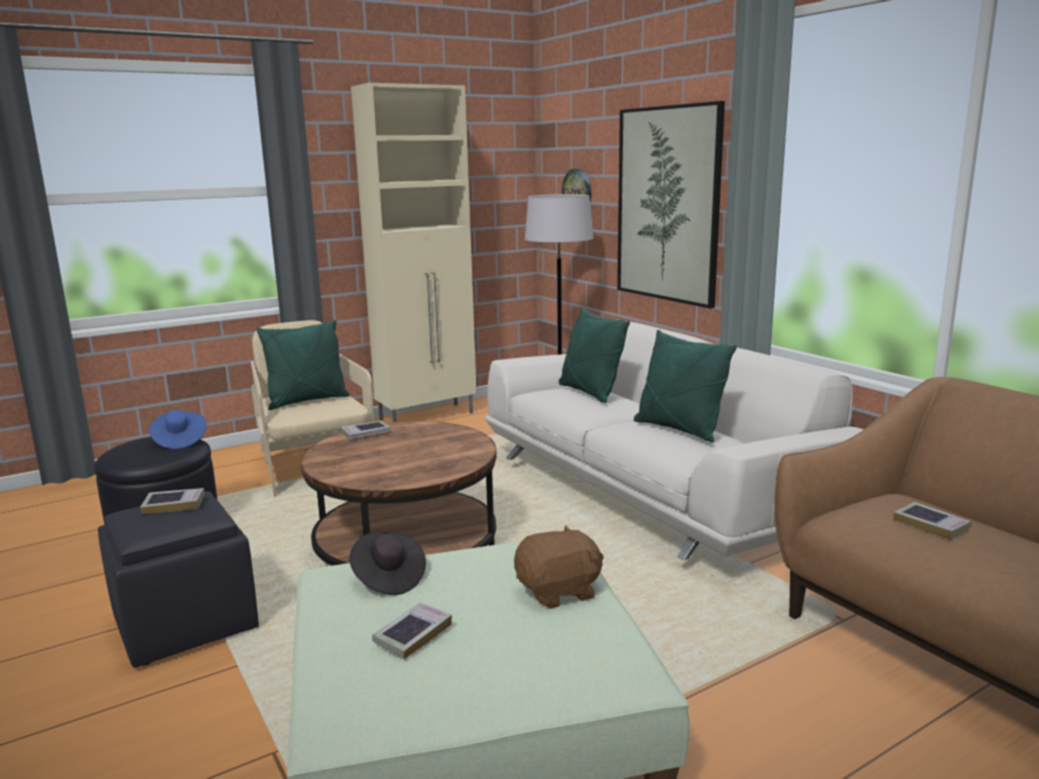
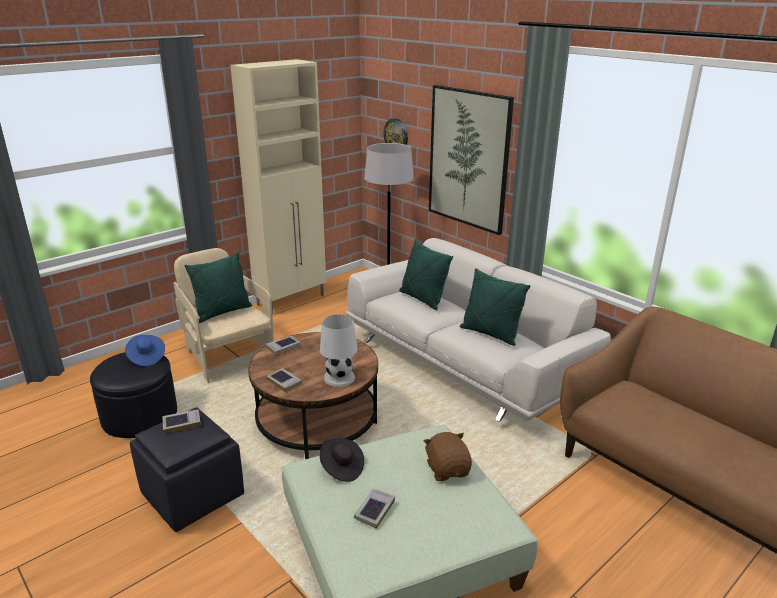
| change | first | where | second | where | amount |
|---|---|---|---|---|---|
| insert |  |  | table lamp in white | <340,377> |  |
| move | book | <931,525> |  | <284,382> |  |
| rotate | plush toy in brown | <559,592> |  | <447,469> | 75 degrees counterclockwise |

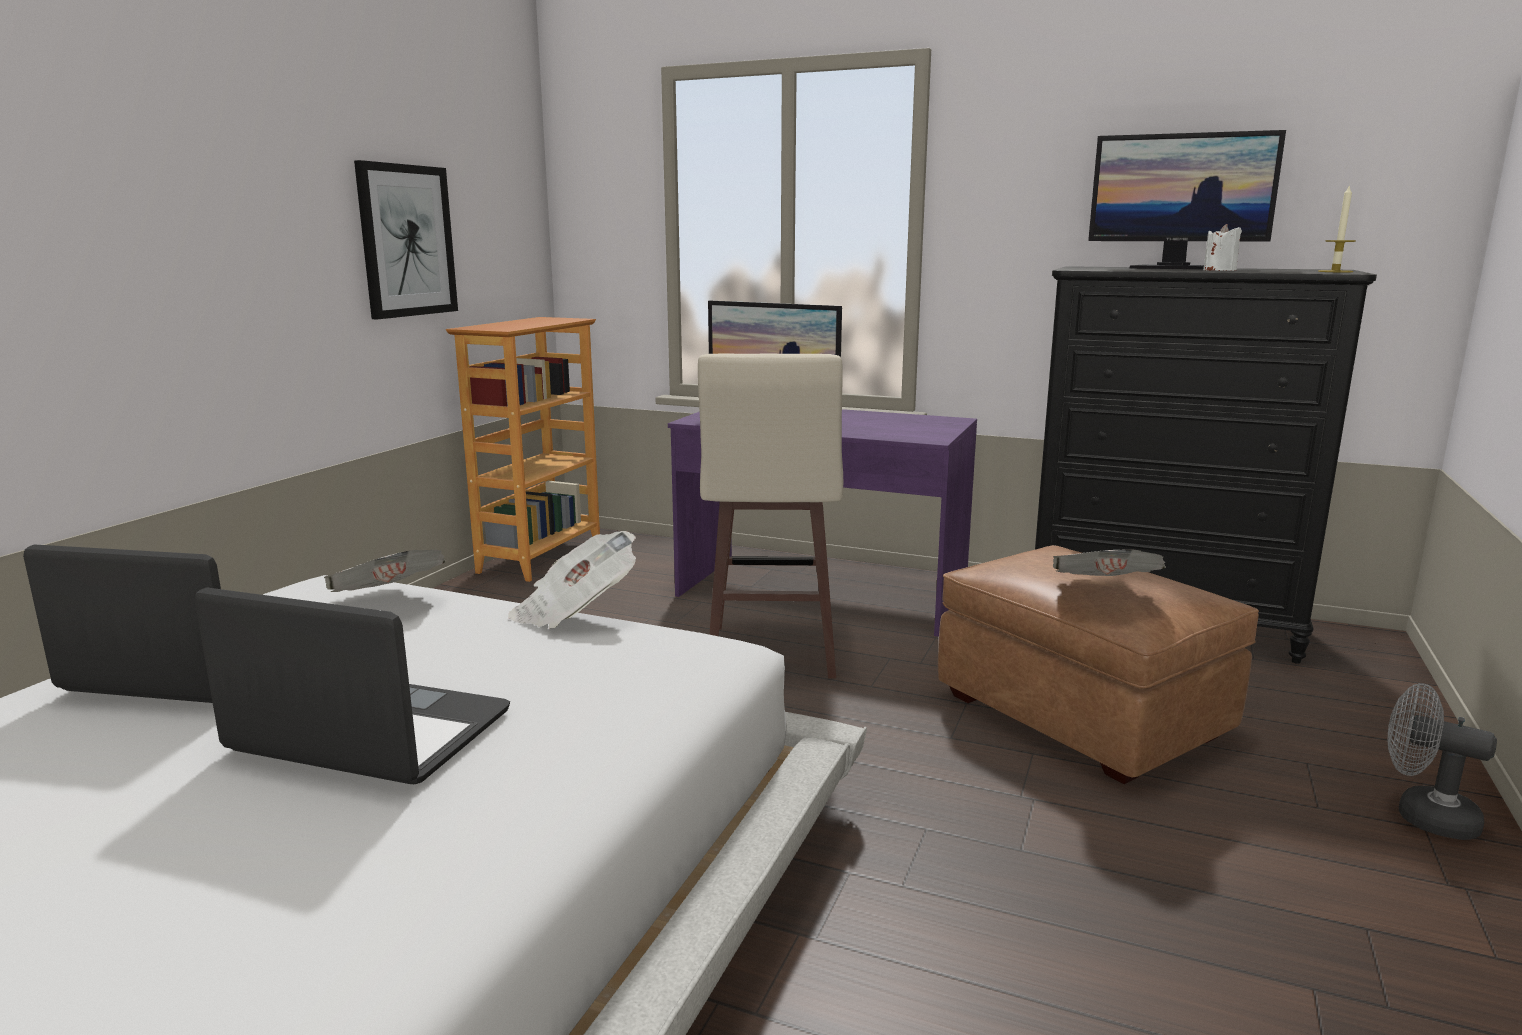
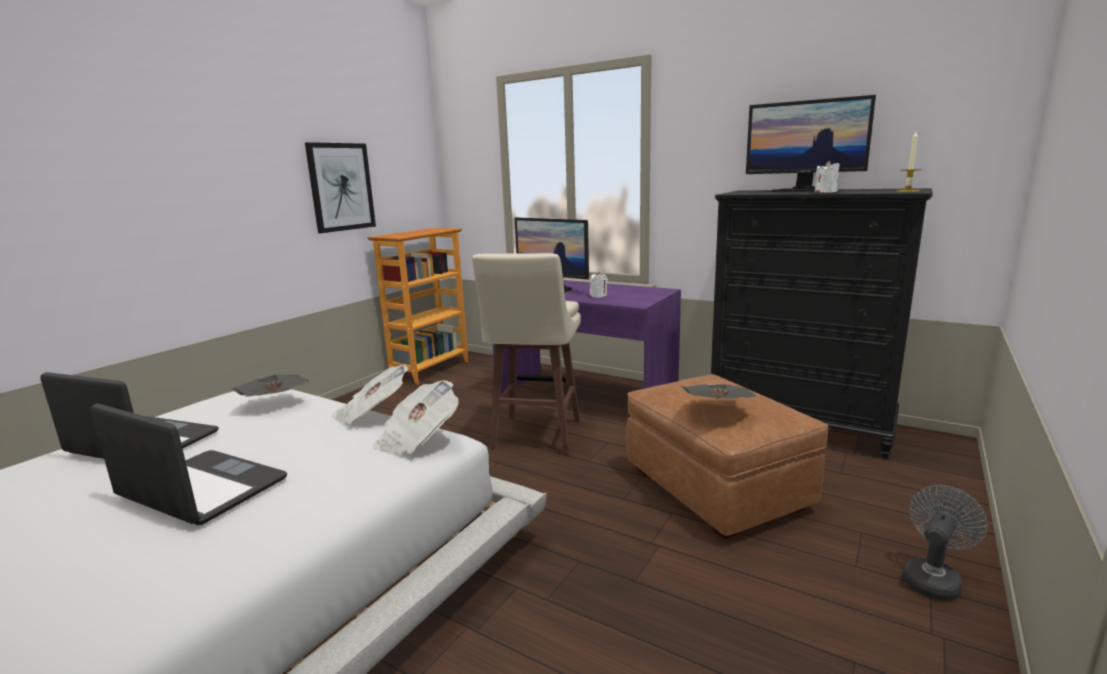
| change | first | where | second | where | amount |
|---|---|---|---|---|---|
| insert |  |  | newspaper | <417,438> |  |
| insert |  |  | candle in white | <598,296> |  |
| rotate | fan in grey | <1423,816> |  | <932,579> | 90 degrees clockwise |

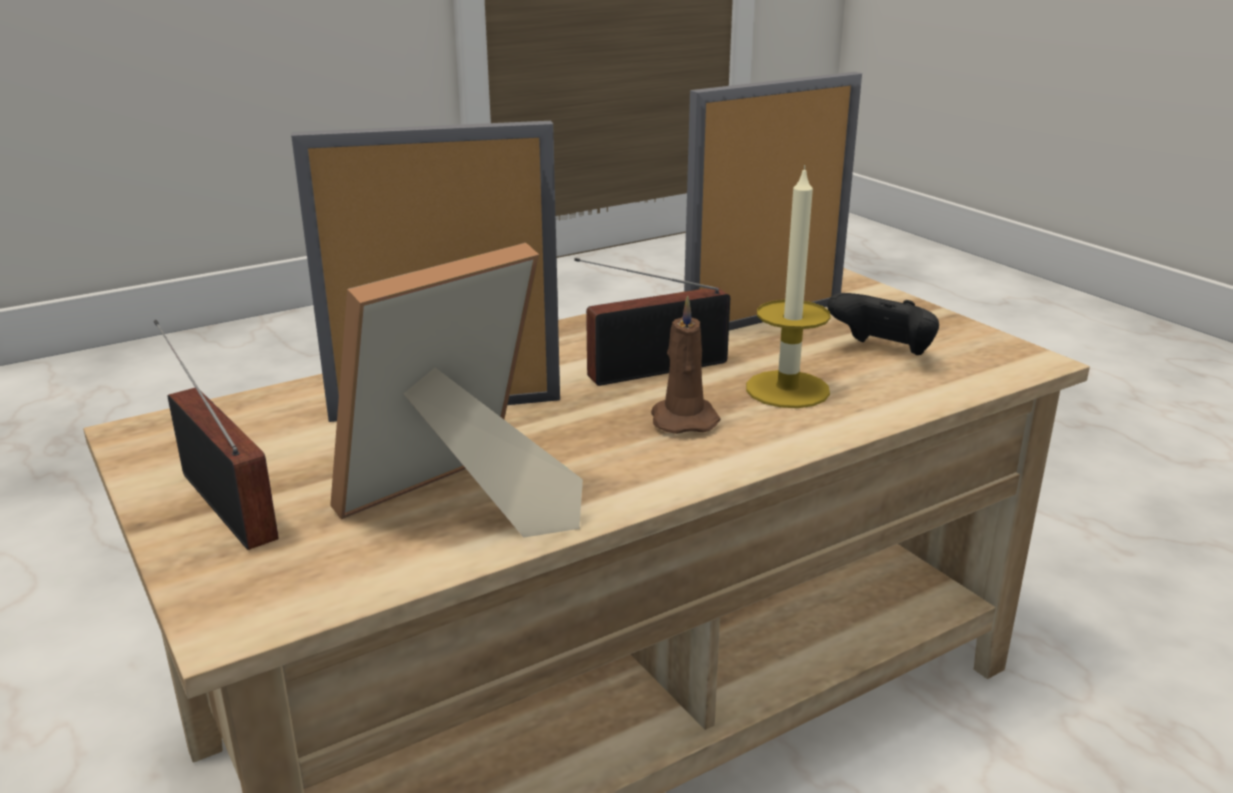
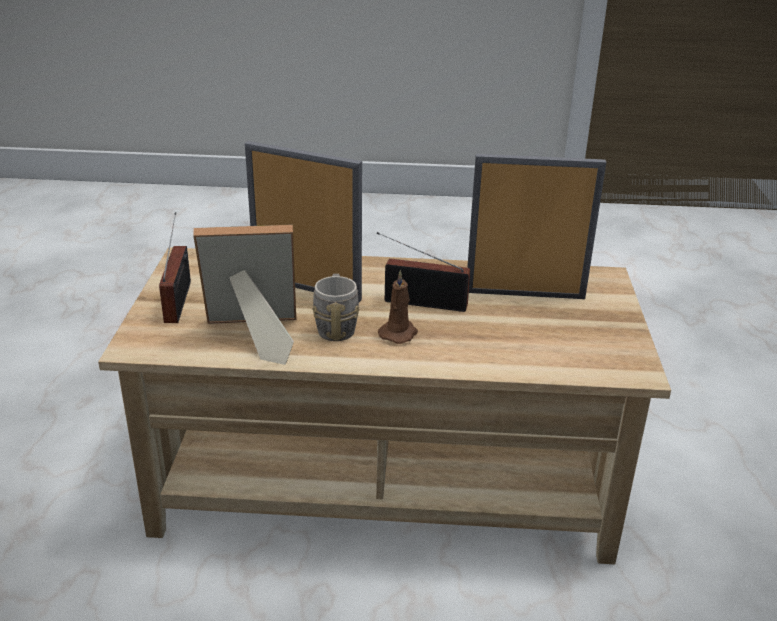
| change | first | where | second | where | amount |
|---|---|---|---|---|---|
| delete | candle | <787,389> |  |  |  |
| delete | game controller in black | <883,353> |  |  |  |
| insert |  |  | mug in grey | <336,326> |  |

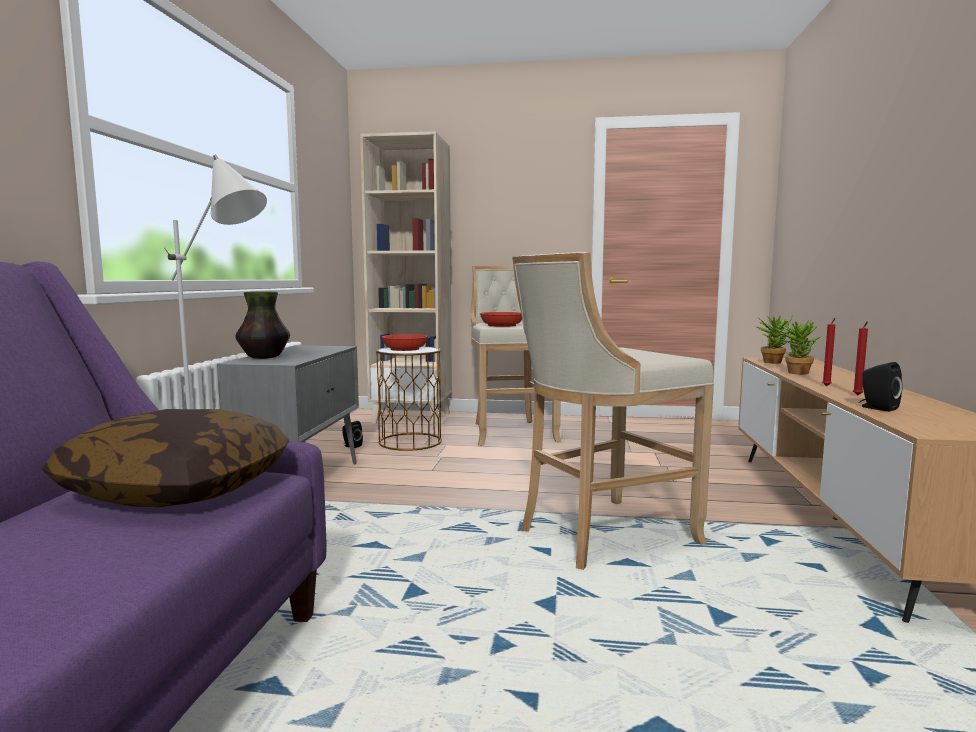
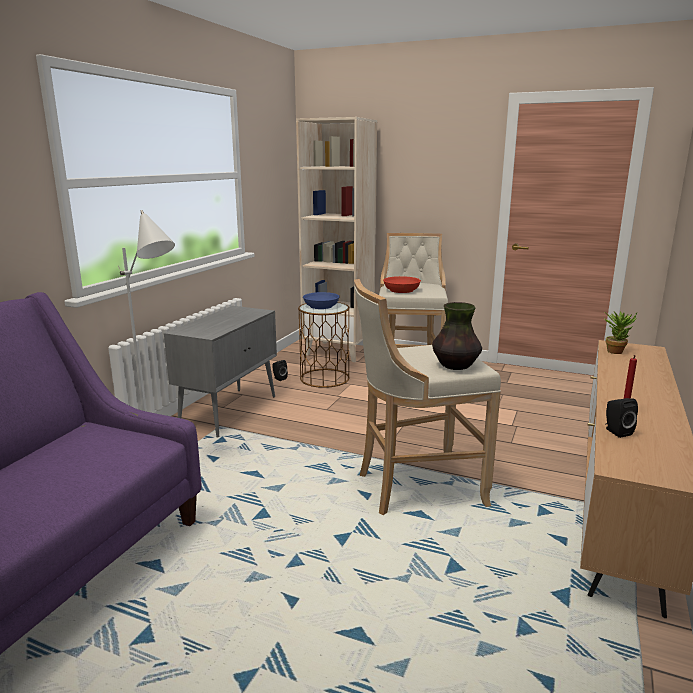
| change | first | where | second | where | amount |
|---|---|---|---|---|---|
| delete | pillow | <178,490> |  |  |  |
| delete | potted plant | <795,372> |  |  |  |
| delete | candle in red | <826,386> |  |  |  |
| move | vase | <264,357> |  | <455,366> |  |
| recolor | bowl in red | <404,349> | bowl in blue | <321,306> |  |

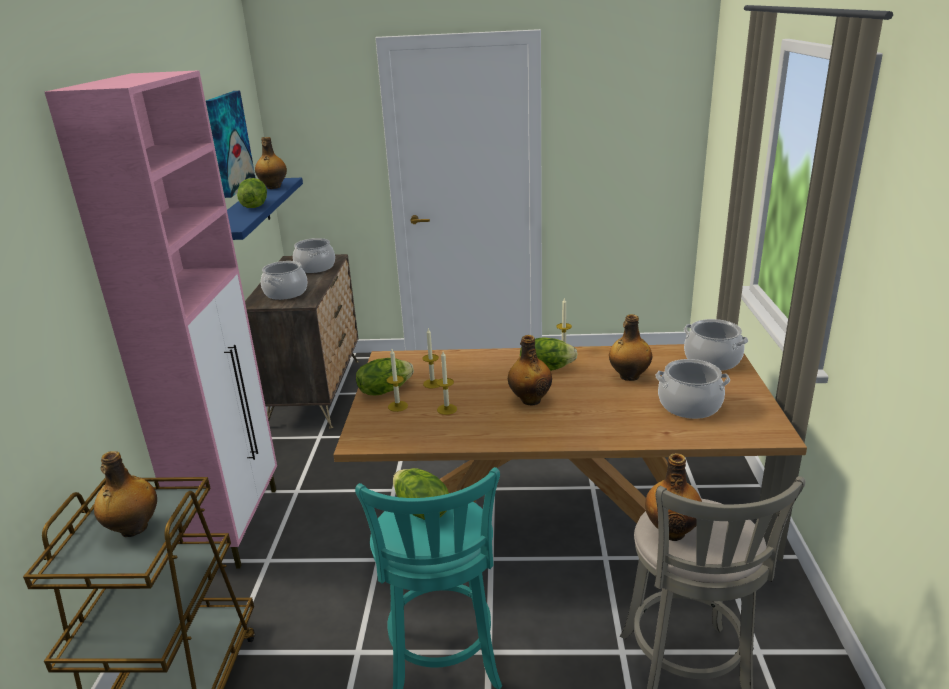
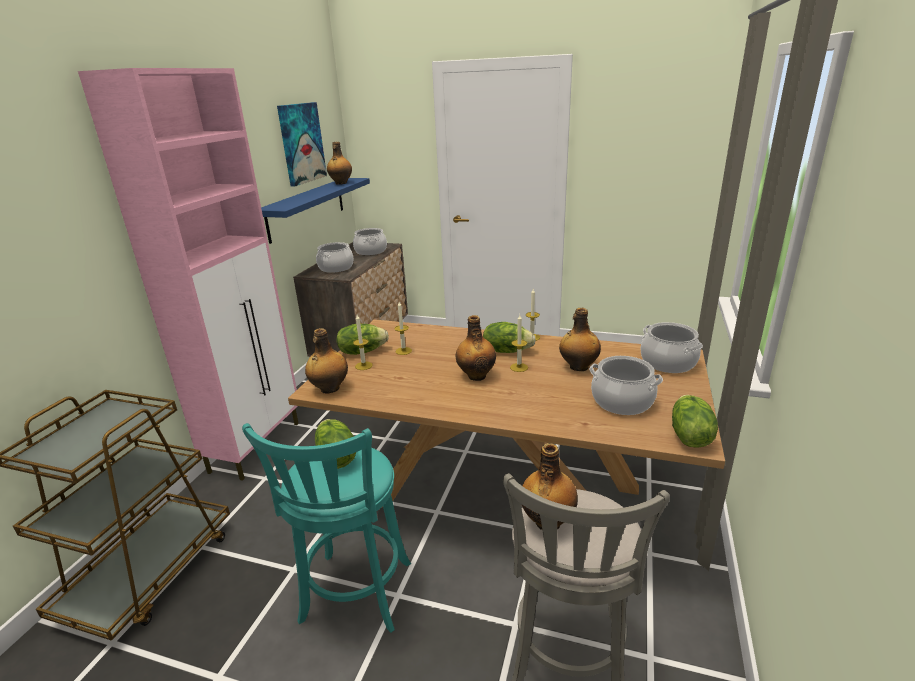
| change | first | where | second | where | amount |
|---|---|---|---|---|---|
| move | bottle | <133,529> |  | <329,389> |  |
| move | lettuce | <254,206> |  | <688,436> |  |
| move | candle | <447,409> |  | <519,367> |  |

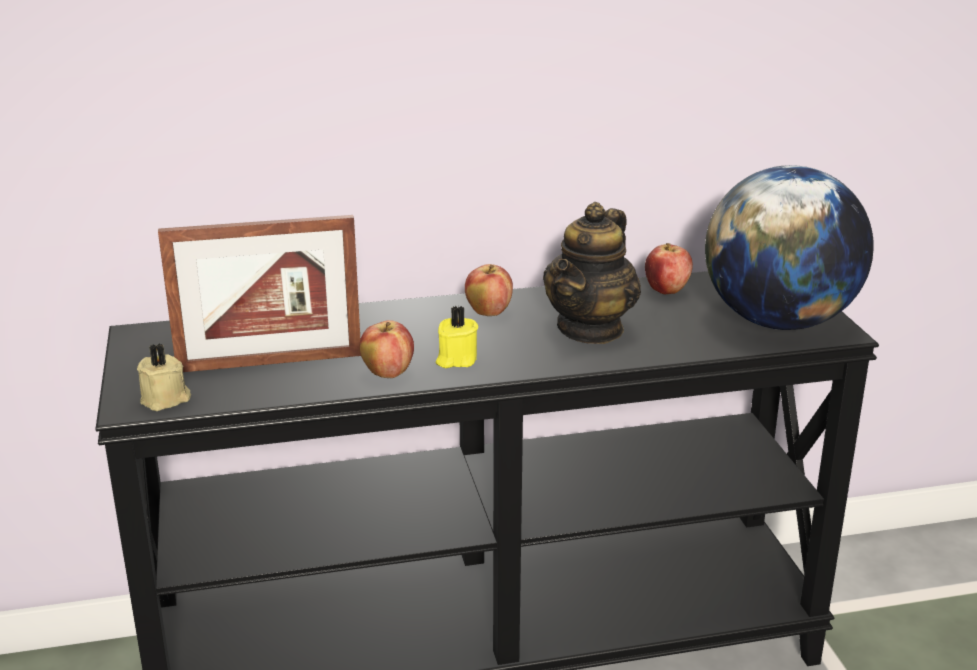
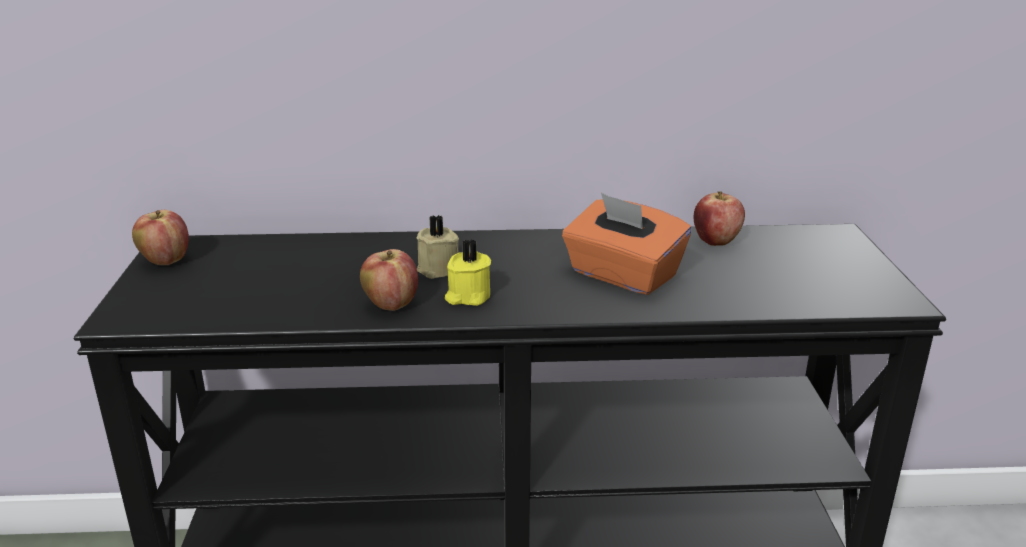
| change | first | where | second | where | amount |
|---|---|---|---|---|---|
| delete | picture frame | <270,362> |  |  |  |
| delete | globe | <779,322> |  |  |  |
| move | candle in beige | <166,400> |  | <440,269> |  |
| move | apple | <488,312> |  | <166,261> |  |
| replace | teapot | <591,329> | tissue box in orange | <622,275> |  |

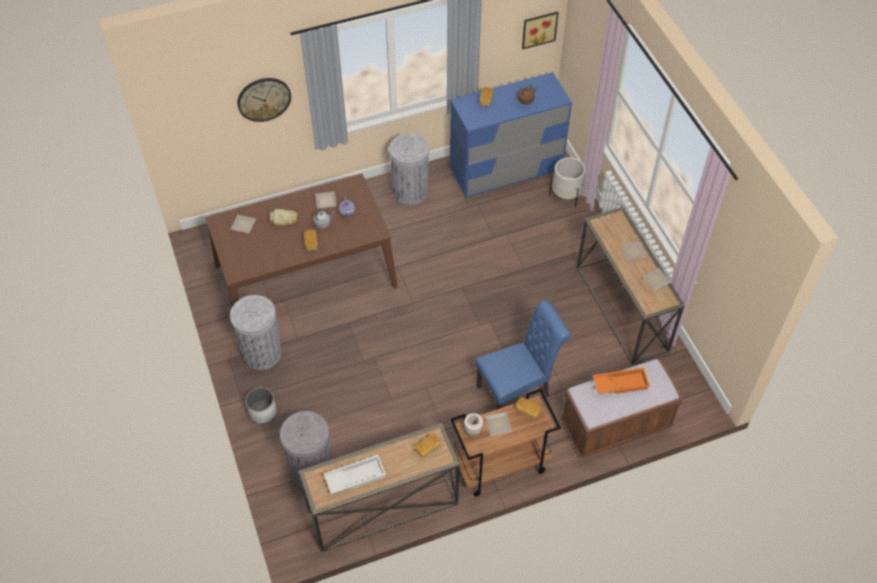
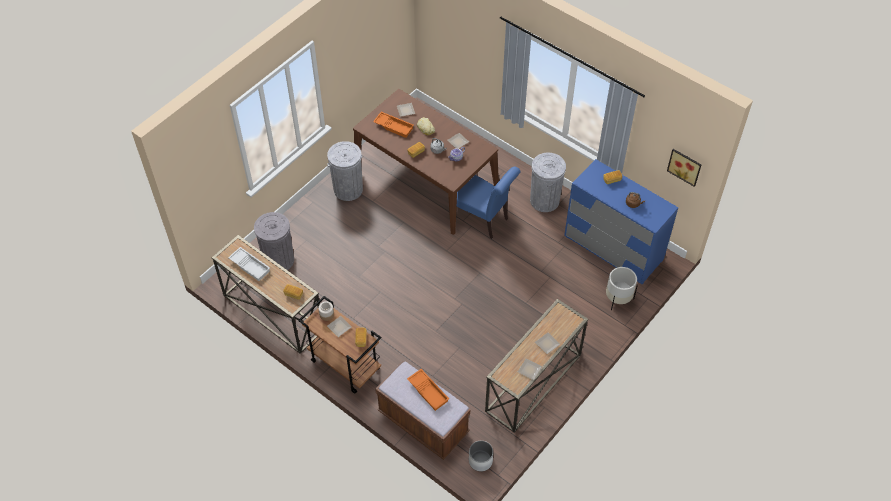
| change | first | where | second | where | amount |
|---|---|---|---|---|---|
| delete | wall clock | <264,99> |  |  |  |
| insert |  |  | tray in orange | <394,126> |  |
| move | planter in white | <262,412> |  | <480,460> |  |
| move | chair in blue | <517,390> |  | <483,220> |  |

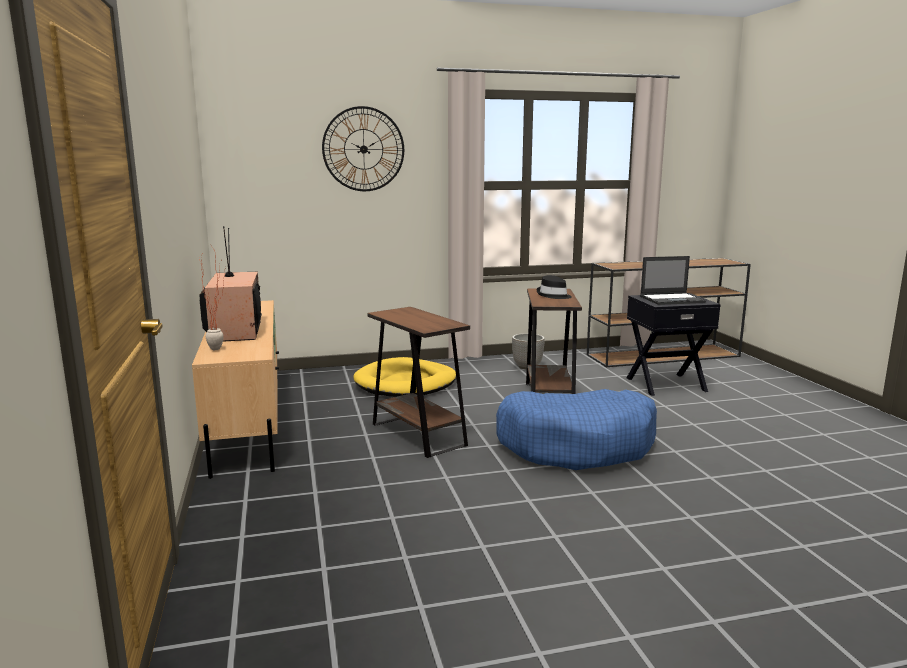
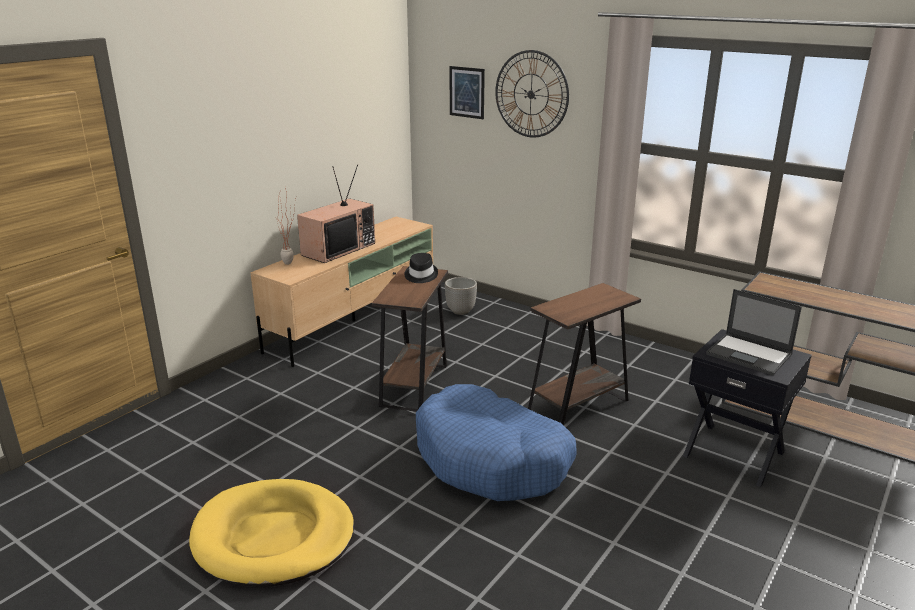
| change | first | where | second | where | amount |
|---|---|---|---|---|---|
| insert |  |  | picture | <467,92> |  |
| move | dog bed in yellow | <406,383> |  | <273,537> |  |
| move | planter | <527,367> |  | <460,311> |  |
| move | hat in black | <553,295> |  | <420,275> |  |

